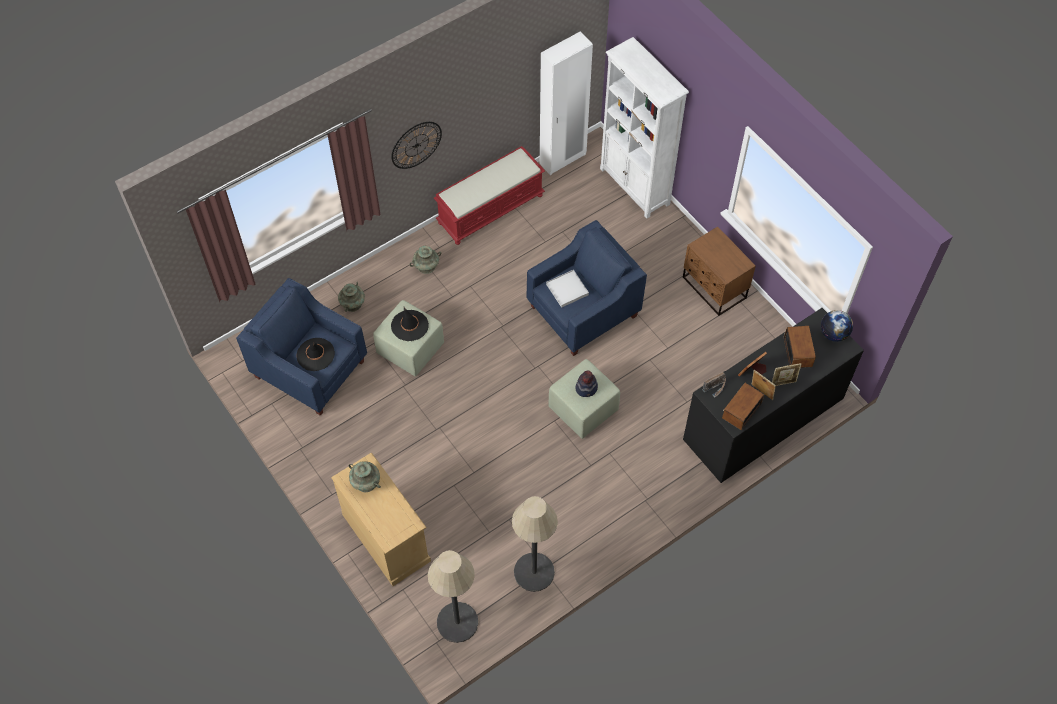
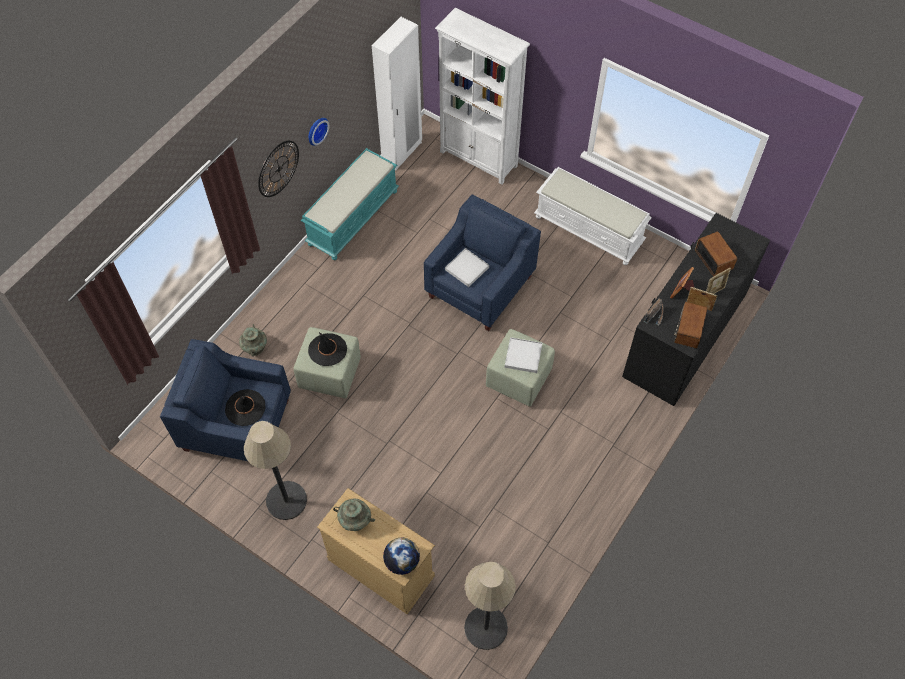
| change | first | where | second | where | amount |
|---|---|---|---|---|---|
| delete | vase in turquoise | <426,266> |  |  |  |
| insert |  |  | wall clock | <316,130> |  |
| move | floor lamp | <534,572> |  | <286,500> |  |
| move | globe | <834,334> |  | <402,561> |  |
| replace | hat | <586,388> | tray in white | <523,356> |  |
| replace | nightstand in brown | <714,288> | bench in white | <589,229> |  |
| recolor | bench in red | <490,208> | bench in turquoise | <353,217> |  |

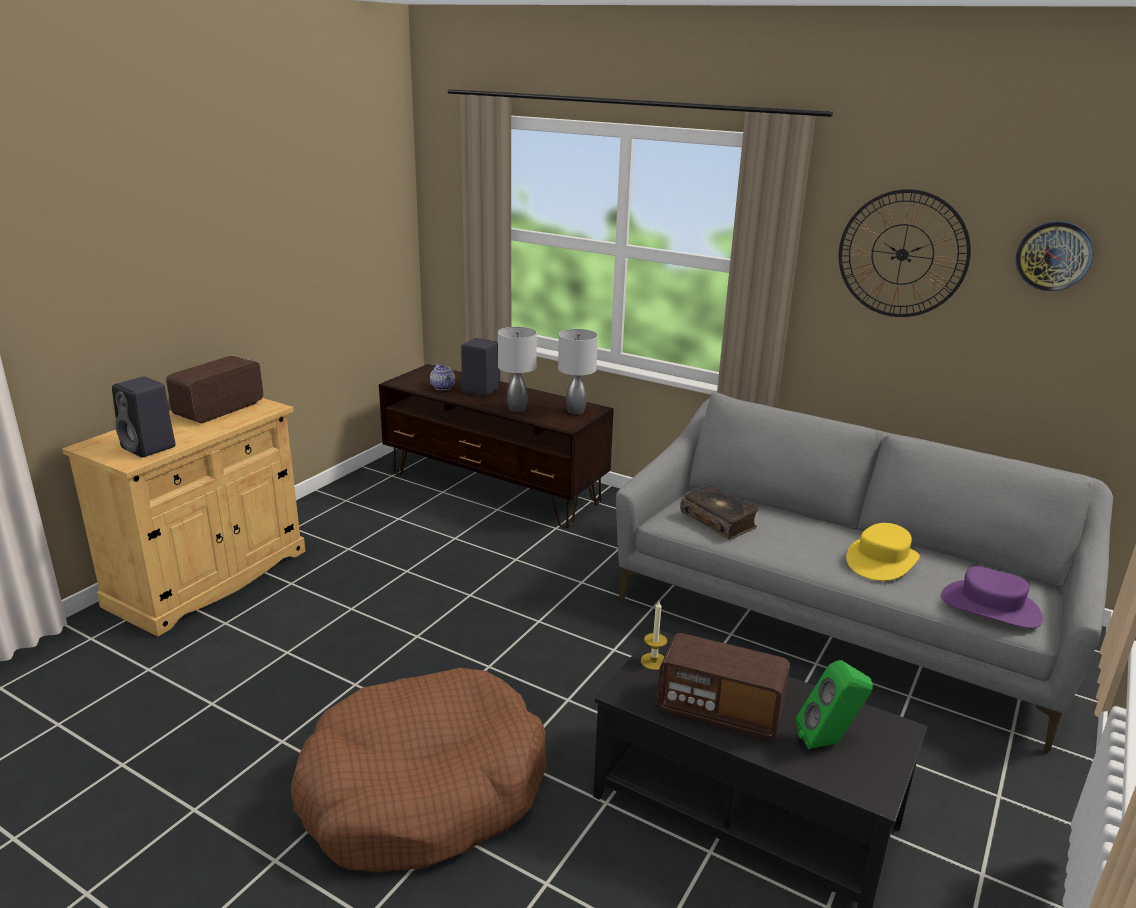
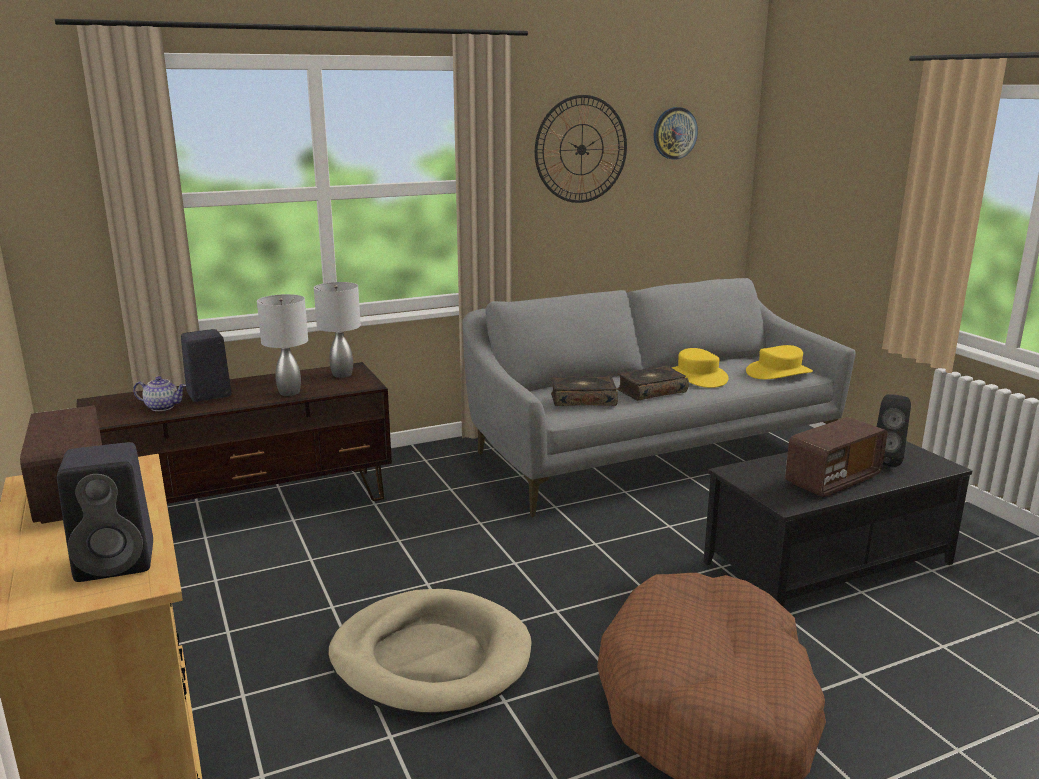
| change | first | where | second | where | amount |
|---|---|---|---|---|---|
| delete | candle | <654,661> |  |  |  |
| insert |  |  | dog bed in beige | <431,658> |  |
| insert |  |  | book | <651,391> |  |
| recolor | speaker in green | <828,742> | speaker in black | <887,461> |  |
| recolor | hat in purple | <990,607> | hat in yellow | <779,372> |  |

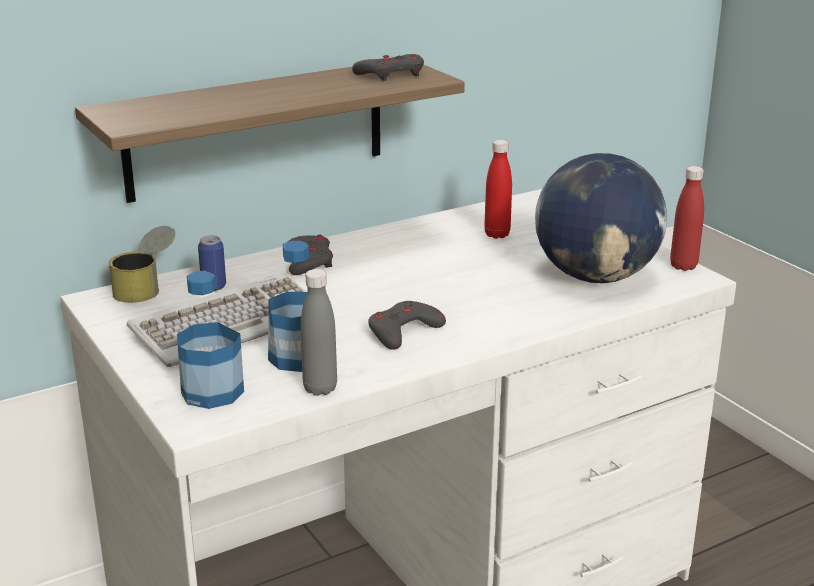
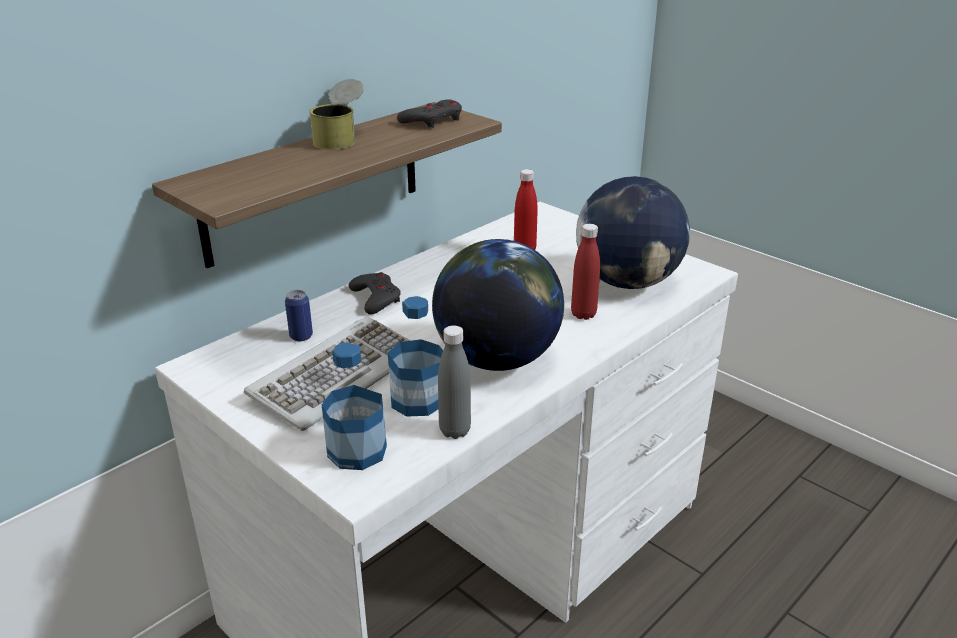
| change | first | where | second | where | amount |
|---|---|---|---|---|---|
| move | can | <147,287> |  | <341,138> |  |
| move | bottle in red | <683,266> |  | <583,314> |  |
| replace | game controller in grey | <403,331> | globe | <496,359> |  |

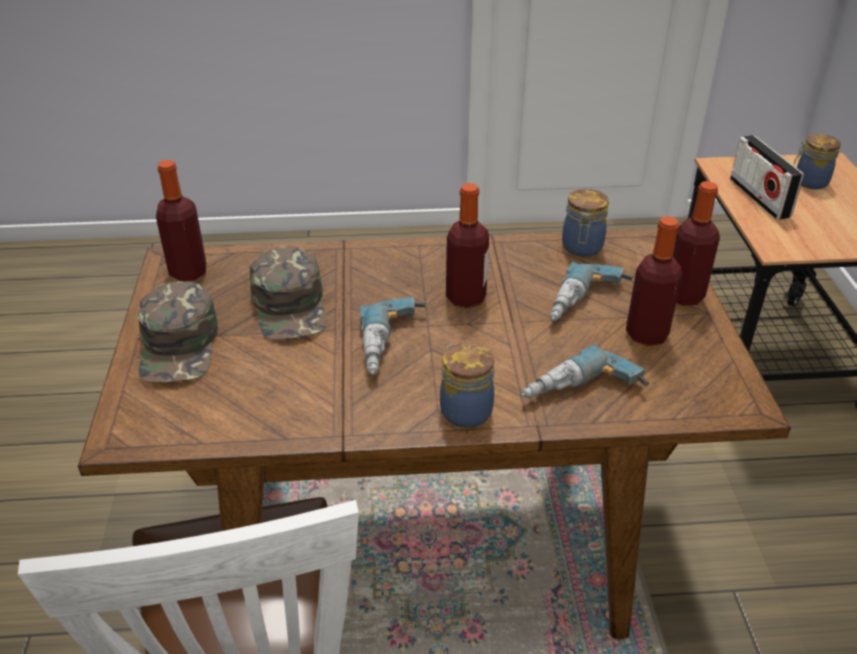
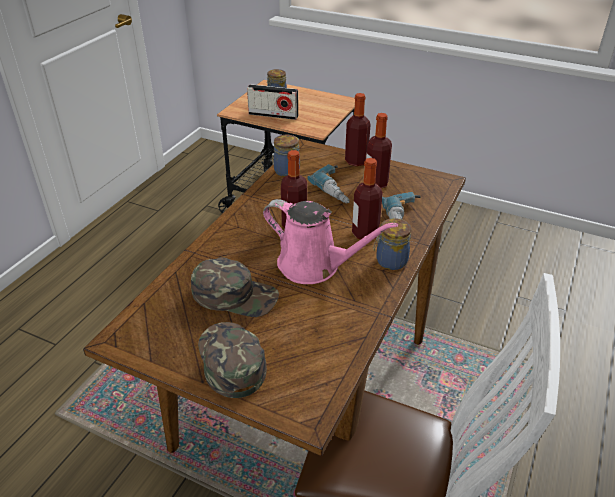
| change | first | where | second | where | amount |
|---|---|---|---|---|---|
| move | bottle | <188,272> |  | <365,234> |  |
| replace | power drill | <394,345> | watering can in pink | <314,266> |  |
| rotate | cap in green | <180,345> |  | <230,360> | 135 degrees counterclockwise |

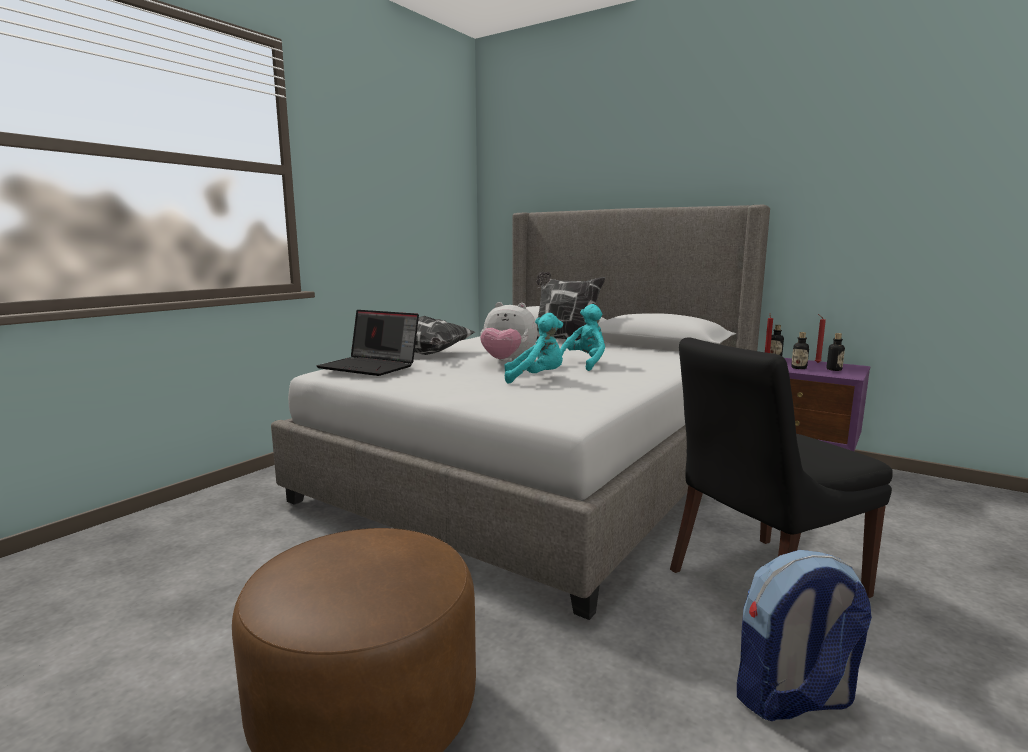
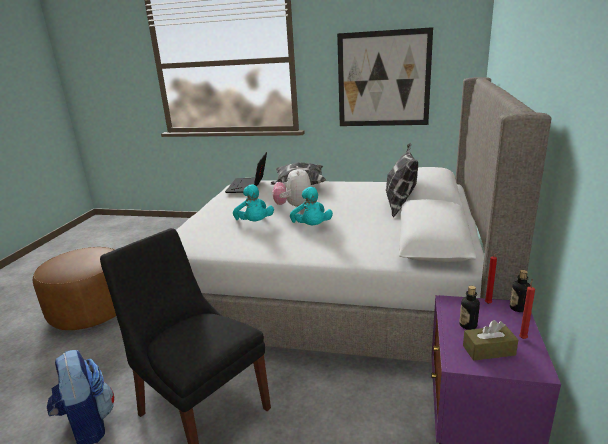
| change | first | where | second | where | amount |
|---|---|---|---|---|---|
| insert |  |  | picture | <383,79> |  |
| replace | bottle | <834,369> | tissue box in brown | <488,350> |  |
| rotate | plush toy in turquoise | <584,364> |  | <311,227> | 60 degrees clockwise |

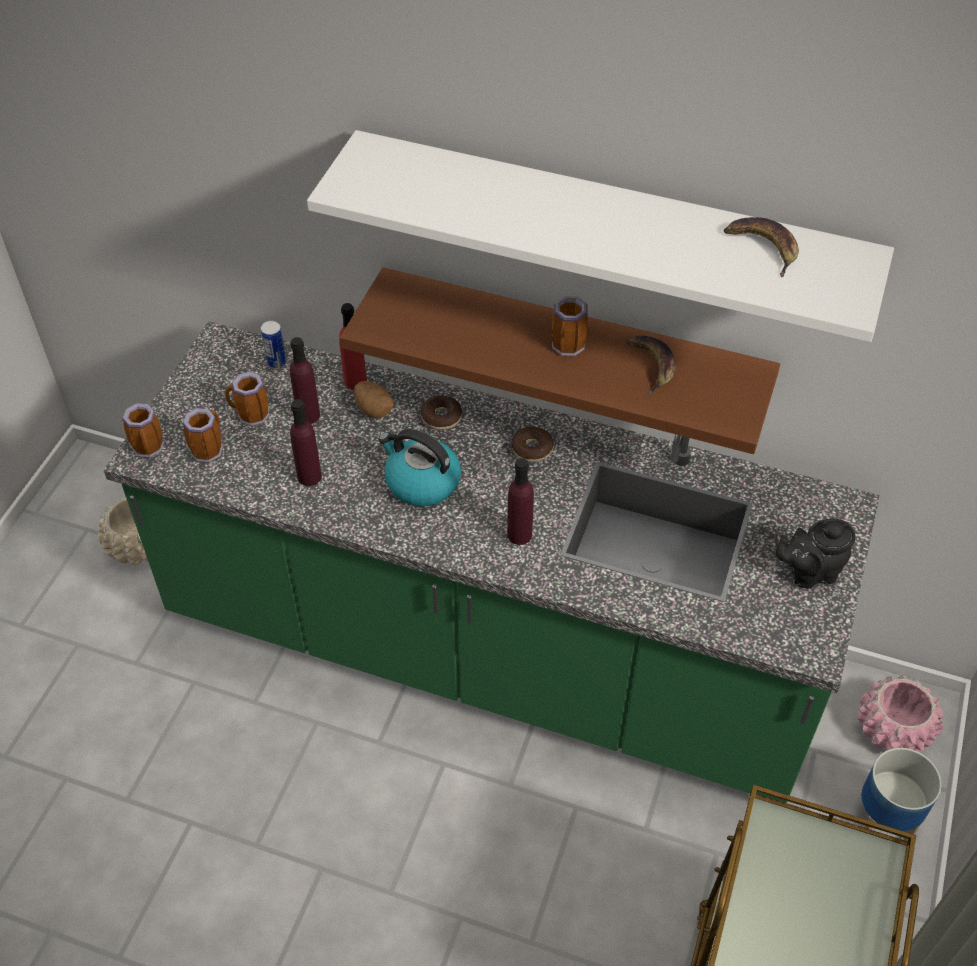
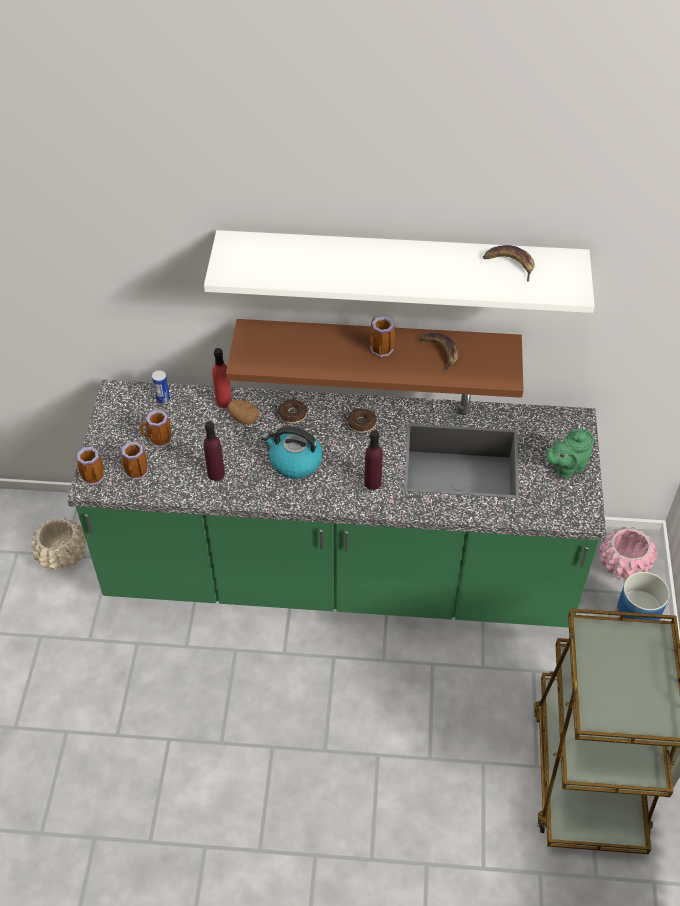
| change | first | where | second | where | amount |
|---|---|---|---|---|---|
| delete | bottle in purple | <308,415> |  |  |  |
| recolor | teapot in black | <808,572> | teapot in green | <566,468> |  |

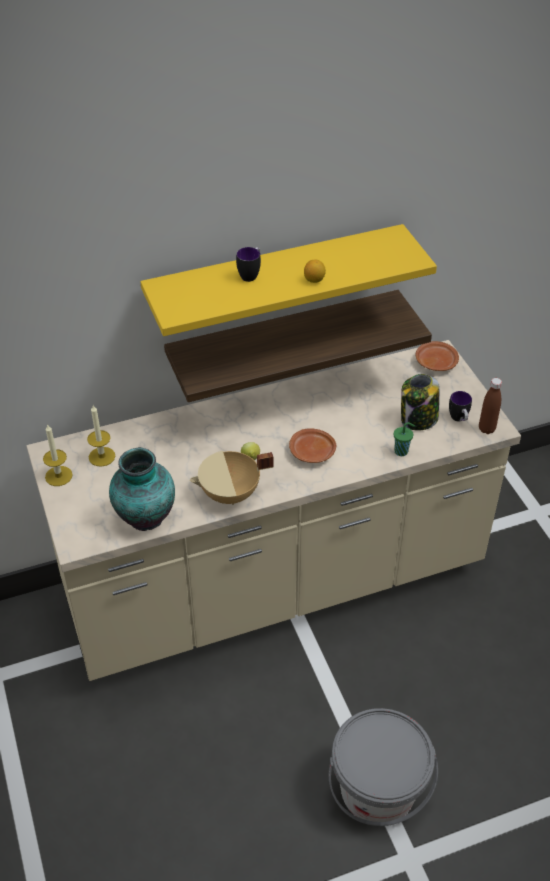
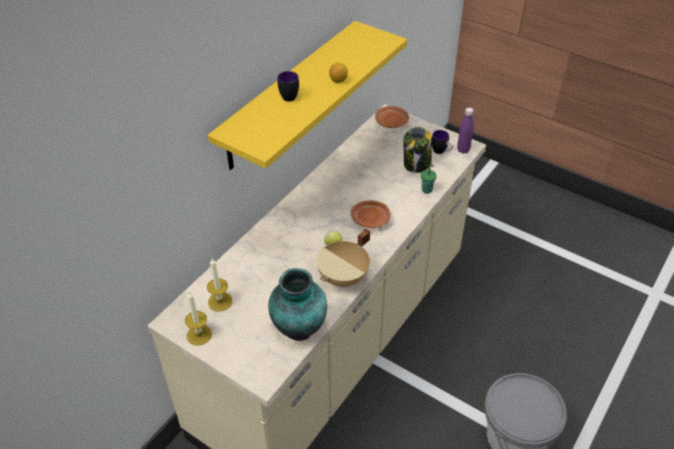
| change | first | where | second | where | amount |
|---|---|---|---|---|---|
| delete | shelf | <284,339> |  |  |  |
| recolor | bottle in brown | <486,429> | bottle in purple | <463,150> |  |

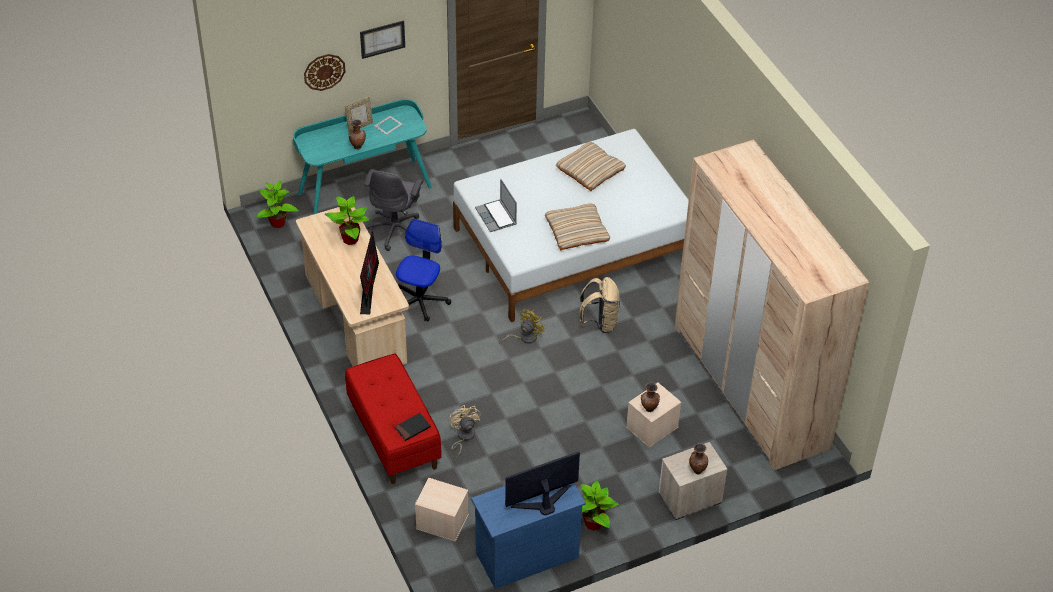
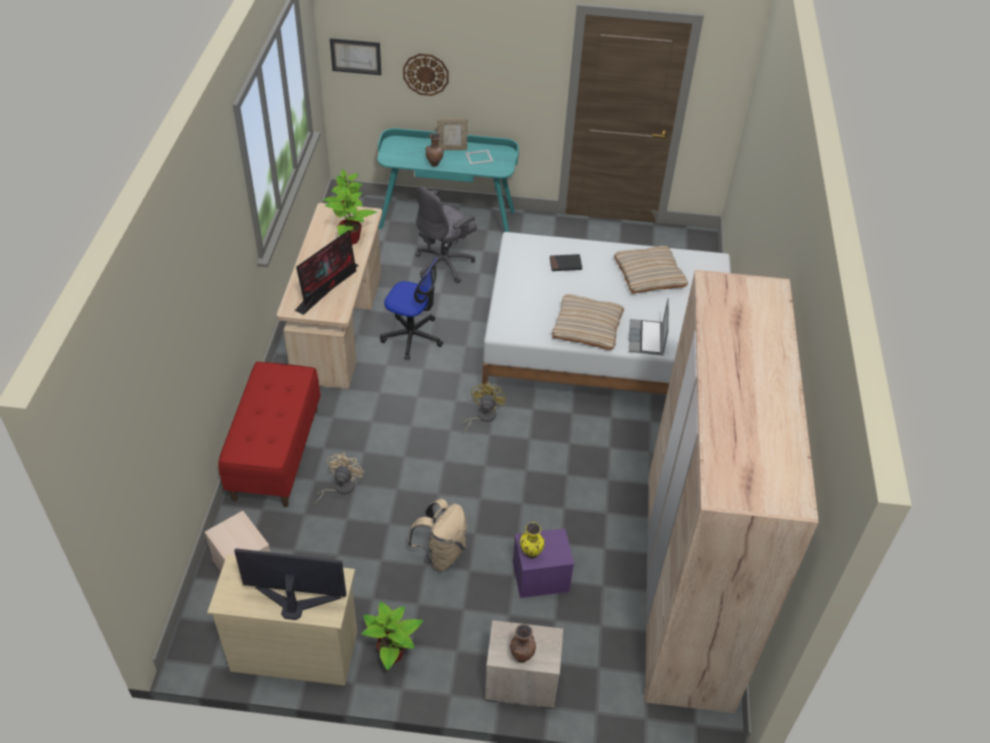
| change | first | where | second | where | amount |
|---|---|---|---|---|---|
| move | picture | <382,39> |  | <356,56> |  |
| move | book in black | <412,428> |  | <565,264> |  |
| move | laptop | <496,217> |  | <647,339> |  |
| move | backpack in beige | <600,322> |  | <441,554> |  |
| recolor | dresser in blue | <526,555> | dresser in beige | <294,650> |  |
| recolor | storage box in beige | <652,428> | storage box in purple | <540,577> |  |
| recolor | vase in brown | <649,409> | vase in yellow | <530,554> |  |
| rotate | office chair | <420,301> |  | <412,337> | 60 degrees clockwise |
| rotate | fan in yellow | <524,337> |  | <482,416> | 60 degrees counterclockwise |

